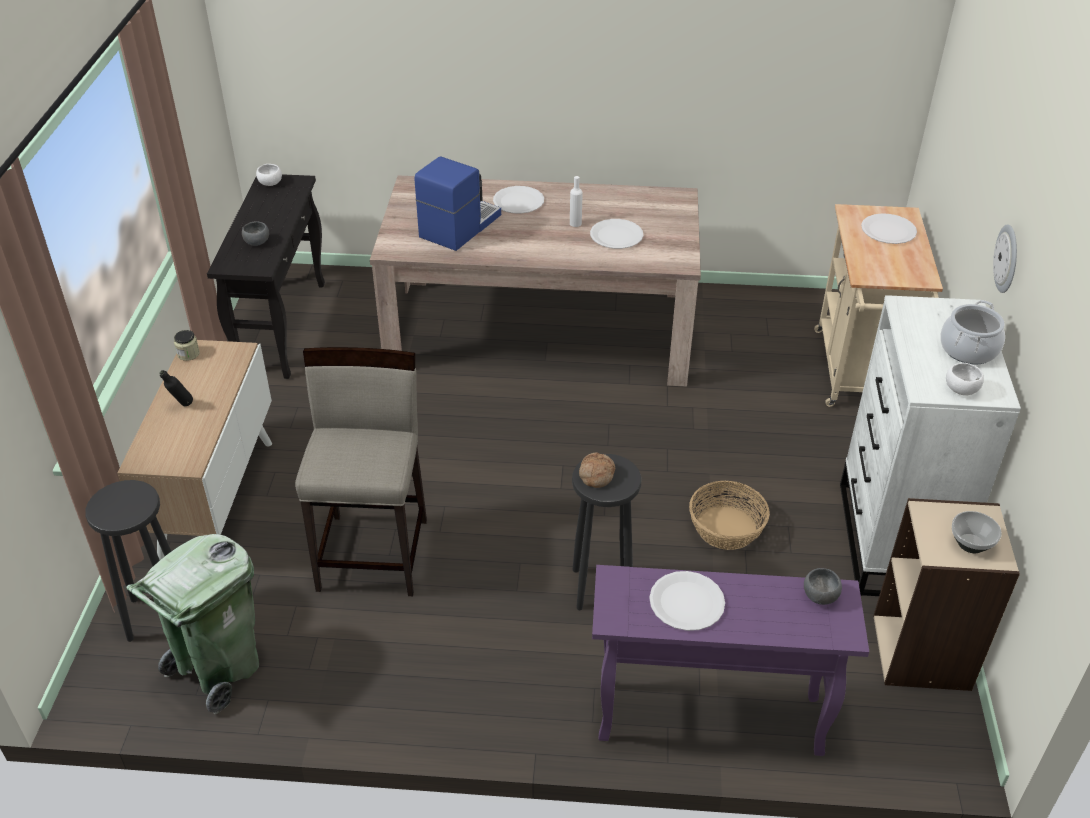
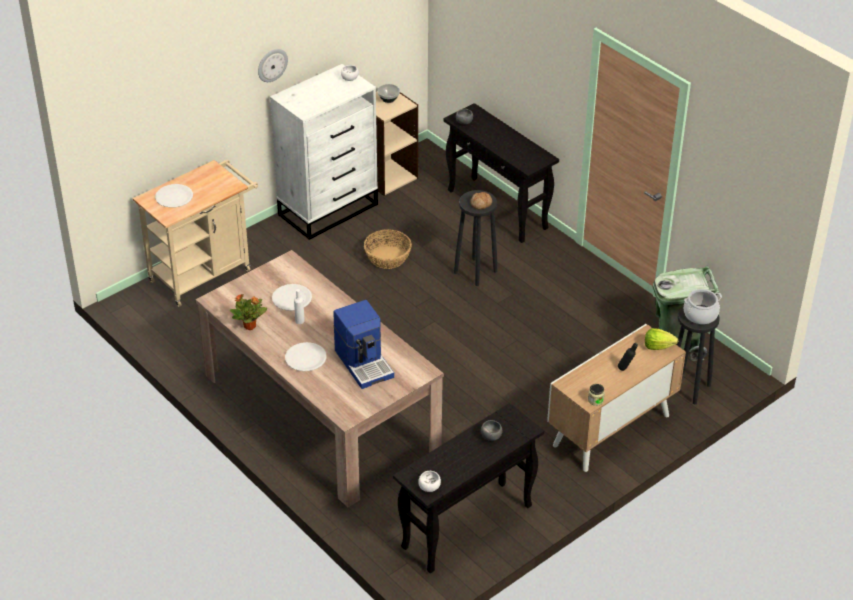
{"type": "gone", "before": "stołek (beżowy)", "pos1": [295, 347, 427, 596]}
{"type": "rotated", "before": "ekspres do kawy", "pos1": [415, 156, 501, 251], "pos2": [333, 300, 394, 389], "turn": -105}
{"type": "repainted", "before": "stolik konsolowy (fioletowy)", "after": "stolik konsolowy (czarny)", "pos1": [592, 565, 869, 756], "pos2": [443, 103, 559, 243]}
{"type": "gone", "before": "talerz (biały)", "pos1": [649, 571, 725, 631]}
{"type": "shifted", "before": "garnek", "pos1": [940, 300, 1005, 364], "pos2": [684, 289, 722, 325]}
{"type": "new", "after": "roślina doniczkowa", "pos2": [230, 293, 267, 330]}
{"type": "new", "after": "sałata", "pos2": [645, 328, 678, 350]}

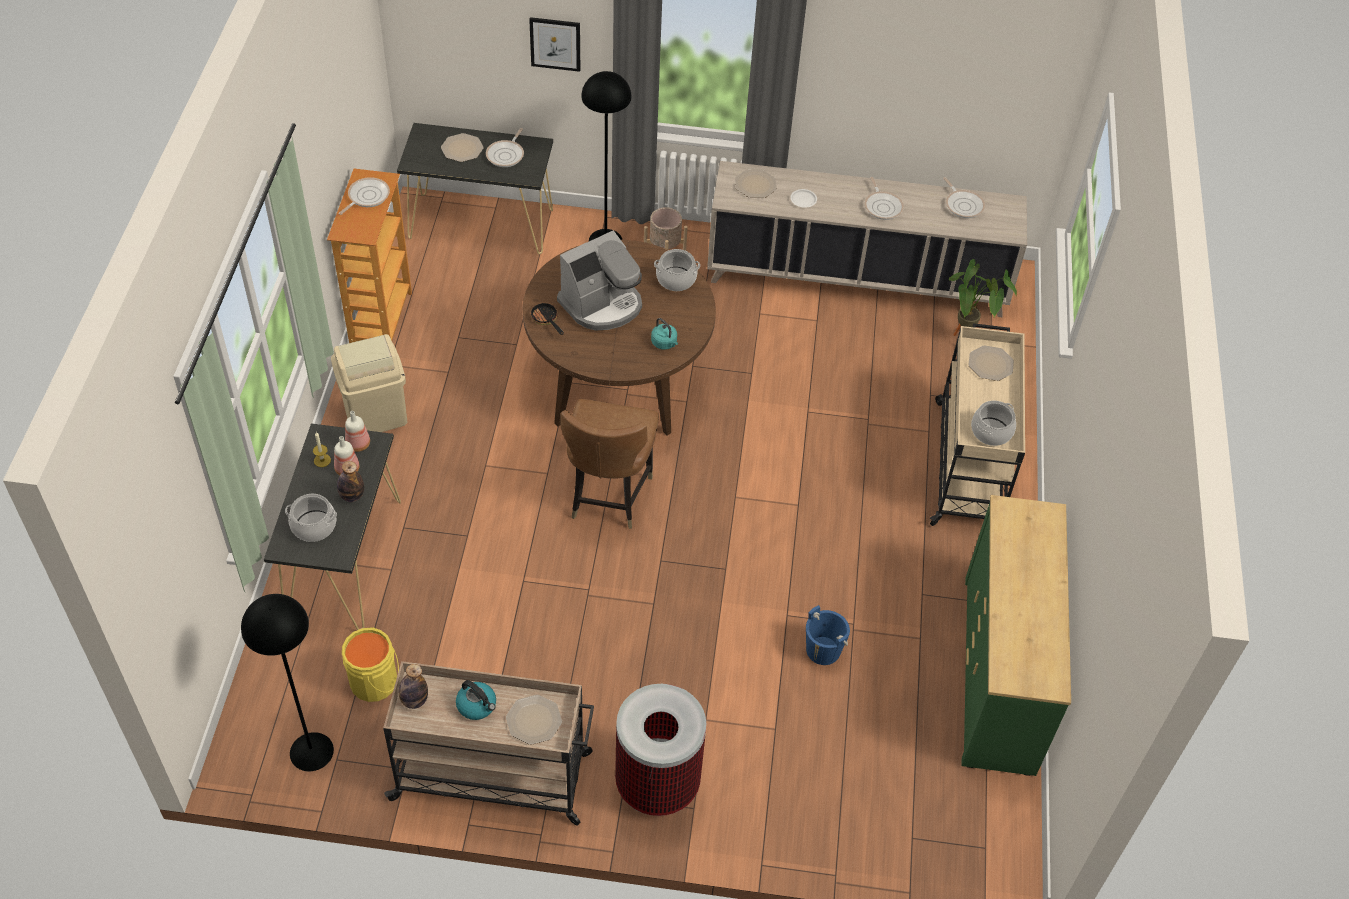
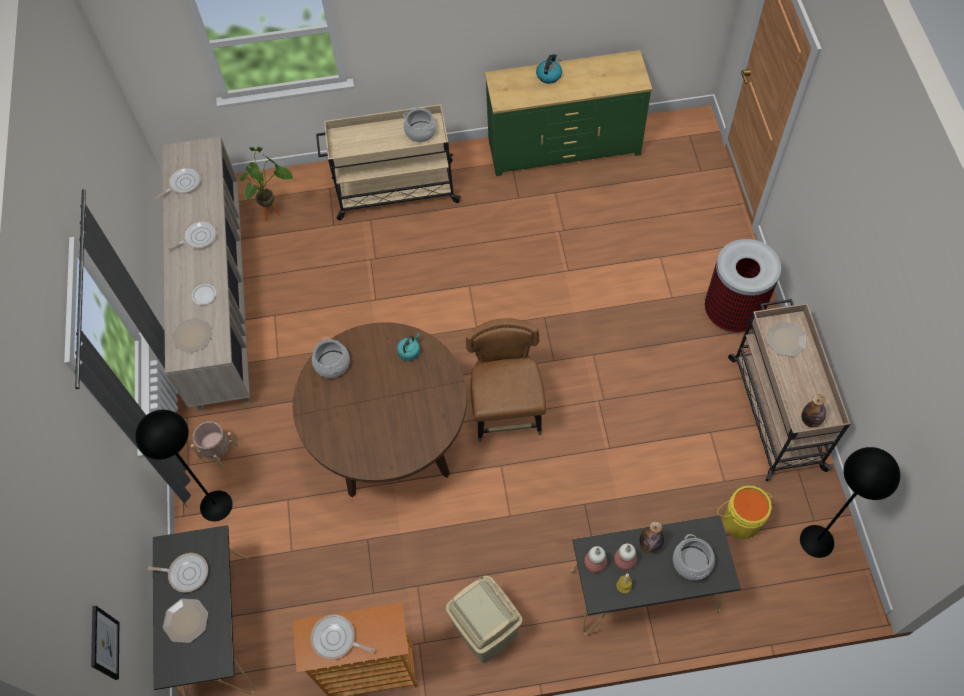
{"type": "shifted", "before": "czajnik", "pos1": [456, 680, 496, 720], "pos2": [536, 54, 562, 84]}
{"type": "shifted", "before": "obraz", "pos1": [529, 17, 580, 72], "pos2": [91, 606, 119, 680]}
{"type": "gone", "before": "patelnia", "pos1": [531, 303, 564, 335]}
{"type": "gone", "before": "ekspres do kawy", "pos1": [557, 230, 642, 330]}
{"type": "rotated", "before": "krzesło (brązowy)", "pos1": [560, 399, 659, 529], "pos2": [466, 318, 546, 442], "turn": -90}
{"type": "gone", "before": "wiadro (niebieski)", "pos1": [806, 605, 850, 665]}
{"type": "gone", "before": "talerz", "pos1": [968, 345, 1014, 381]}

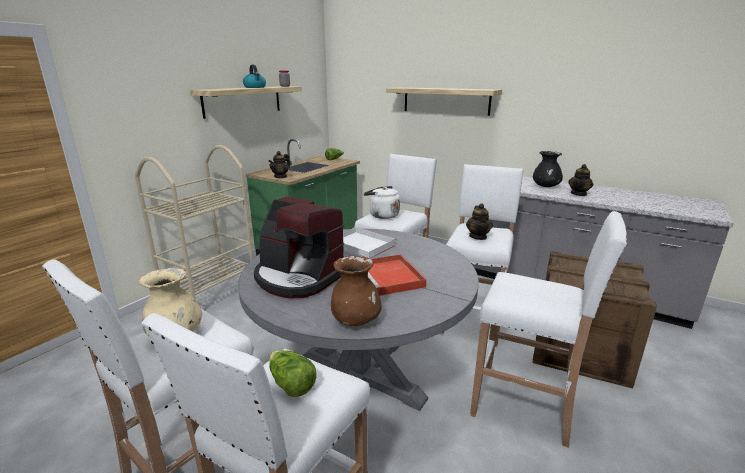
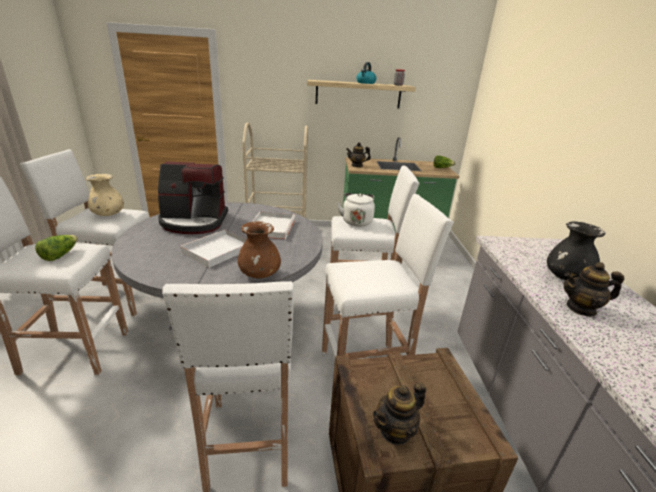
{"type": "rotated", "before": "ekspres do kawy", "pos1": [254, 197, 344, 298], "pos2": [158, 162, 228, 234], "turn": -90}
{"type": "shifted", "before": "wazon (brązowy)", "pos1": [331, 256, 382, 326], "pos2": [237, 221, 281, 278]}
{"type": "repainted", "before": "taca (czerwony)", "after": "taca (biały)", "pos1": [368, 254, 427, 296], "pos2": [180, 229, 247, 268]}
{"type": "gone", "before": "półka", "pos1": [386, 87, 502, 116]}
{"type": "shifted", "before": "imbryk", "pos1": [466, 203, 493, 240], "pos2": [373, 382, 426, 446]}

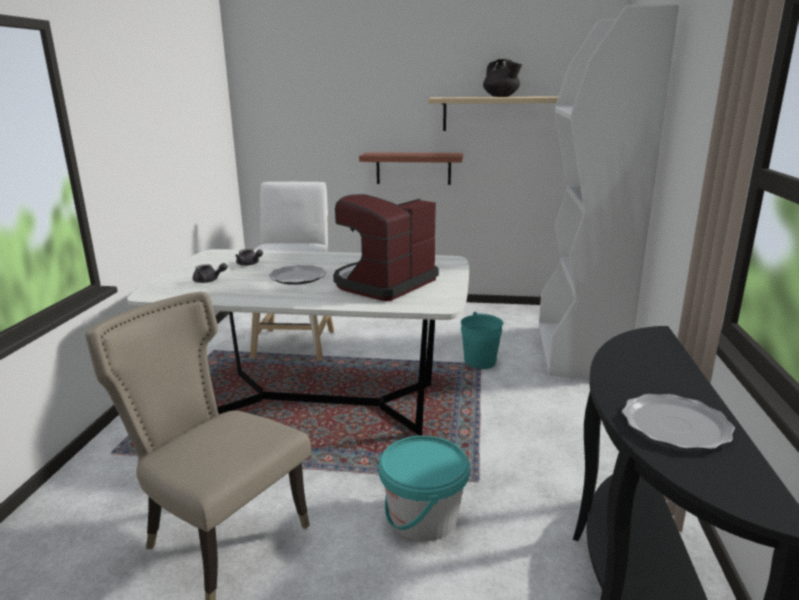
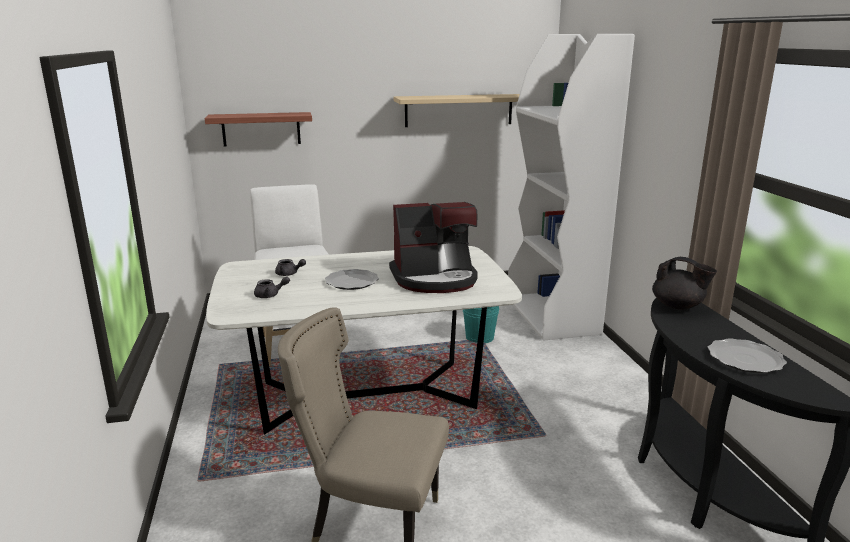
{"type": "rotated", "before": "ekspres do kawy", "pos1": [333, 194, 439, 301], "pos2": [389, 202, 478, 293], "turn": -120}
{"type": "shifted", "before": "półka", "pos1": [359, 152, 463, 185], "pos2": [205, 112, 312, 147]}
{"type": "gone", "before": "wiadro (turkusowy)", "pos1": [379, 436, 470, 541]}
{"type": "shifted", "before": "imbryk (czarny)", "pos1": [483, 59, 522, 97], "pos2": [652, 257, 717, 310]}

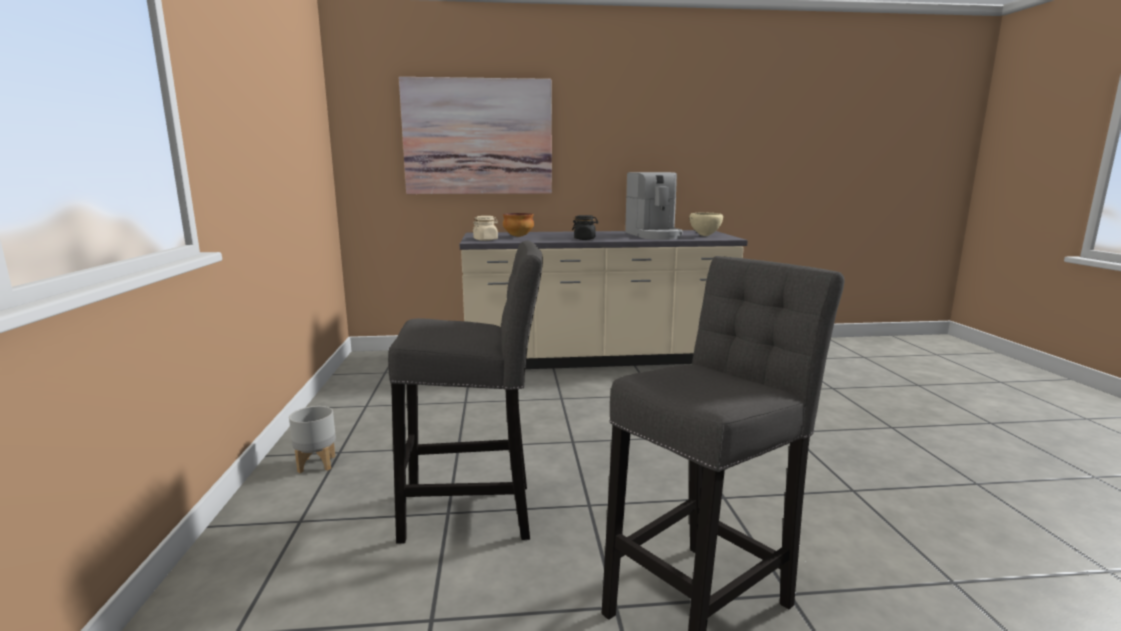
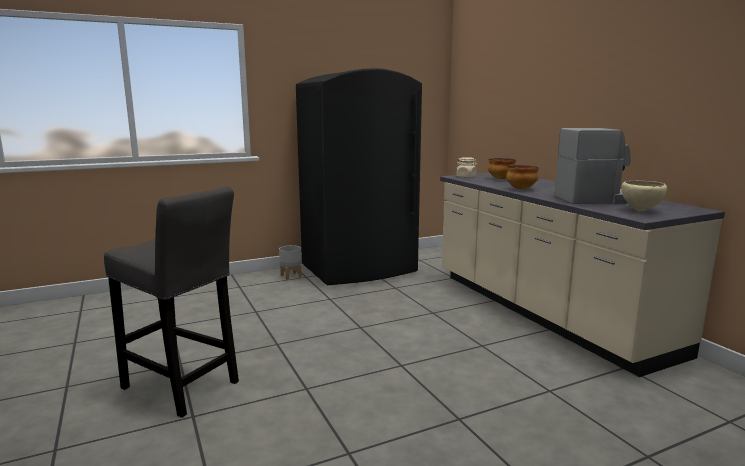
{"type": "gone", "before": "stołek (szary)", "pos1": [388, 241, 543, 544]}
{"type": "gone", "before": "obraz", "pos1": [399, 77, 552, 194]}
{"type": "swapped", "before": "słoik (czarny)", "after": "miska", "pos1": [572, 215, 598, 240], "pos2": [506, 165, 539, 190]}
{"type": "rotated", "before": "ekspres do kawy", "pos1": [625, 172, 683, 240], "pos2": [554, 128, 630, 204], "turn": -150}
{"type": "new", "after": "lodówka (czarny)", "pos2": [296, 68, 422, 285]}

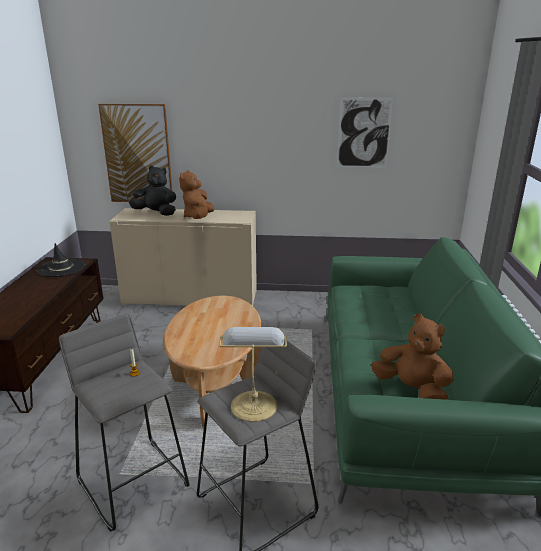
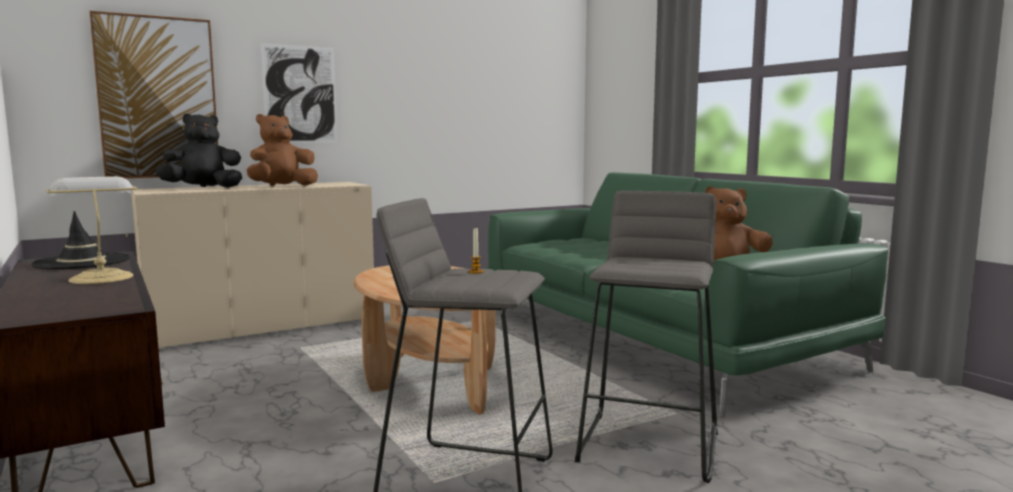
{"type": "rotated", "before": "pluszak (brązowy)", "pos1": [179, 170, 214, 219], "pos2": [246, 114, 318, 186], "turn": 75}
{"type": "shifted", "before": "lampa stołowa", "pos1": [219, 327, 287, 422], "pos2": [46, 176, 138, 284]}
{"type": "shifted", "before": "obraz", "pos1": [337, 98, 393, 168], "pos2": [261, 43, 337, 143]}

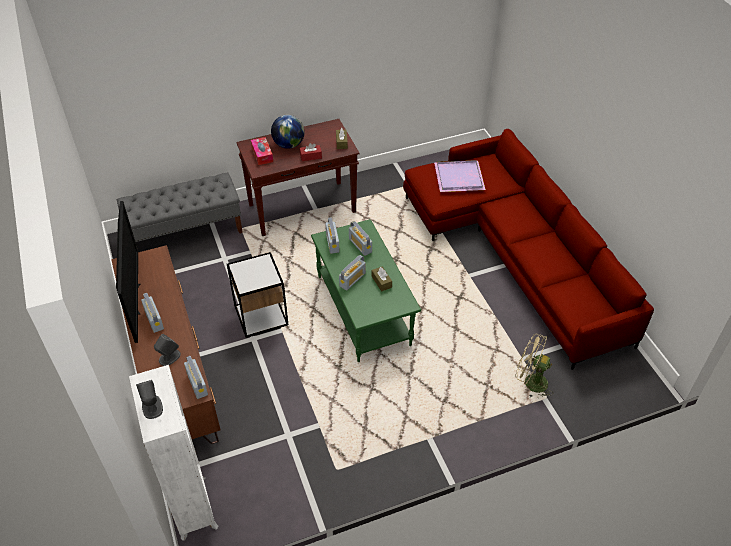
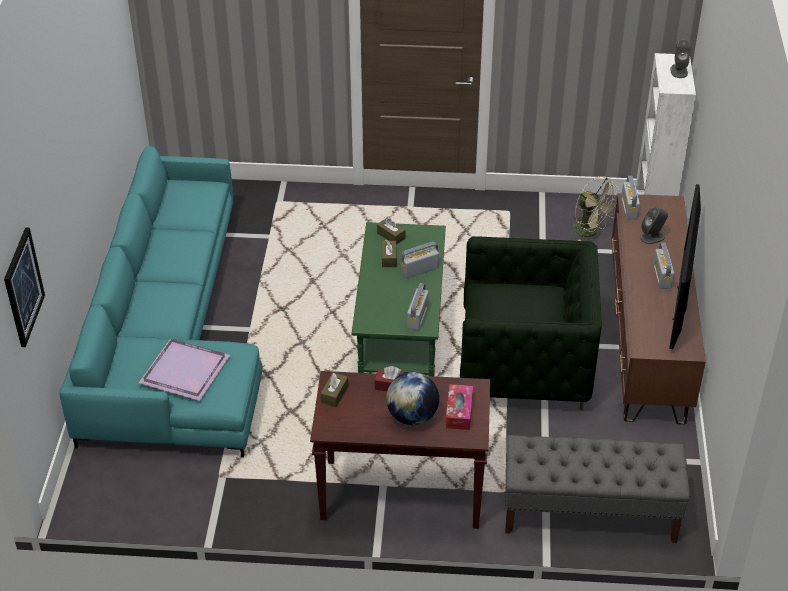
{"type": "swapped", "before": "stolik", "after": "fotel (zielony)", "pos1": [227, 252, 289, 338], "pos2": [460, 236, 602, 410]}
{"type": "gone", "before": "radio", "pos1": [349, 221, 372, 256]}
{"type": "repainted", "before": "kanapa (czerwony)", "after": "kanapa (turkusowy)", "pos1": [403, 129, 654, 370], "pos2": [59, 146, 262, 458]}
{"type": "shifted", "before": "wentylator (beżowy)", "pos1": [515, 334, 553, 399], "pos2": [573, 176, 620, 241]}
{"type": "new", "after": "obraz", "pos2": [4, 227, 45, 347]}
{"type": "new", "after": "pudełko chusteczek (brązowy)", "pos2": [377, 218, 406, 245]}

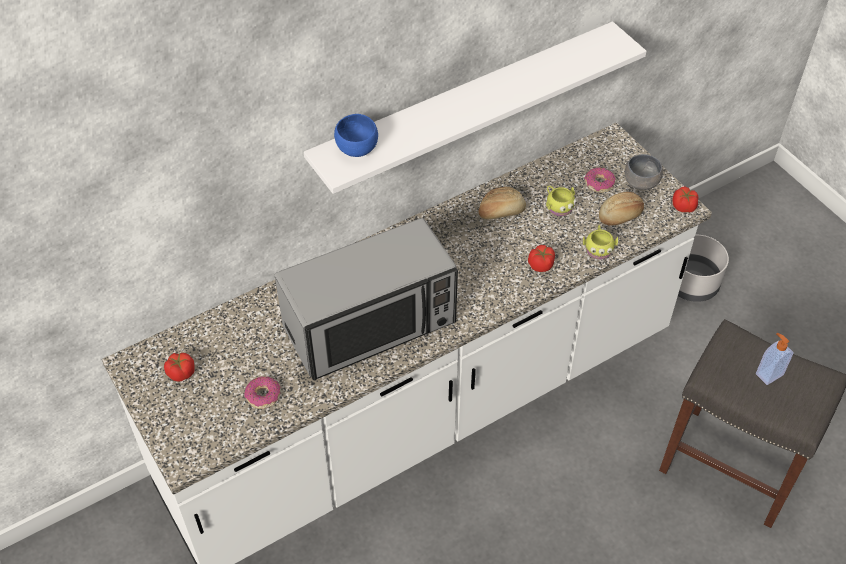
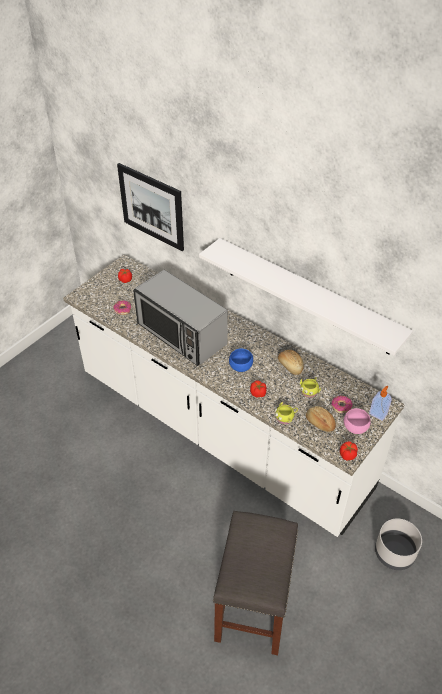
{"type": "shifted", "before": "miska (niebieski)", "pos1": [334, 114, 378, 157], "pos2": [229, 349, 253, 372]}
{"type": "repainted", "before": "miska (szary)", "after": "miska (różowy)", "pos1": [625, 154, 663, 190], "pos2": [344, 408, 371, 434]}
{"type": "shifted", "before": "dozownik mydła", "pos1": [756, 333, 794, 385], "pos2": [369, 386, 392, 421]}
{"type": "new", "after": "obraz", "pos2": [117, 163, 184, 251]}

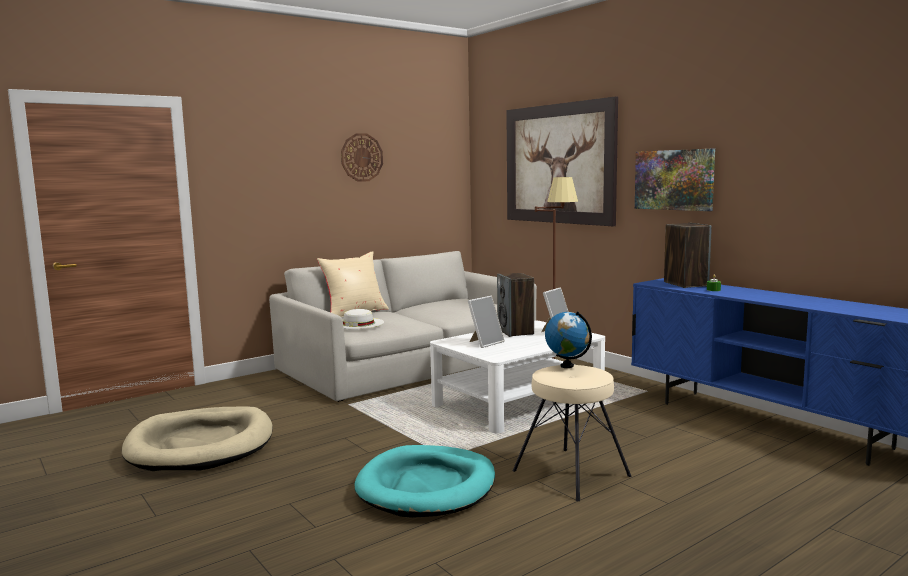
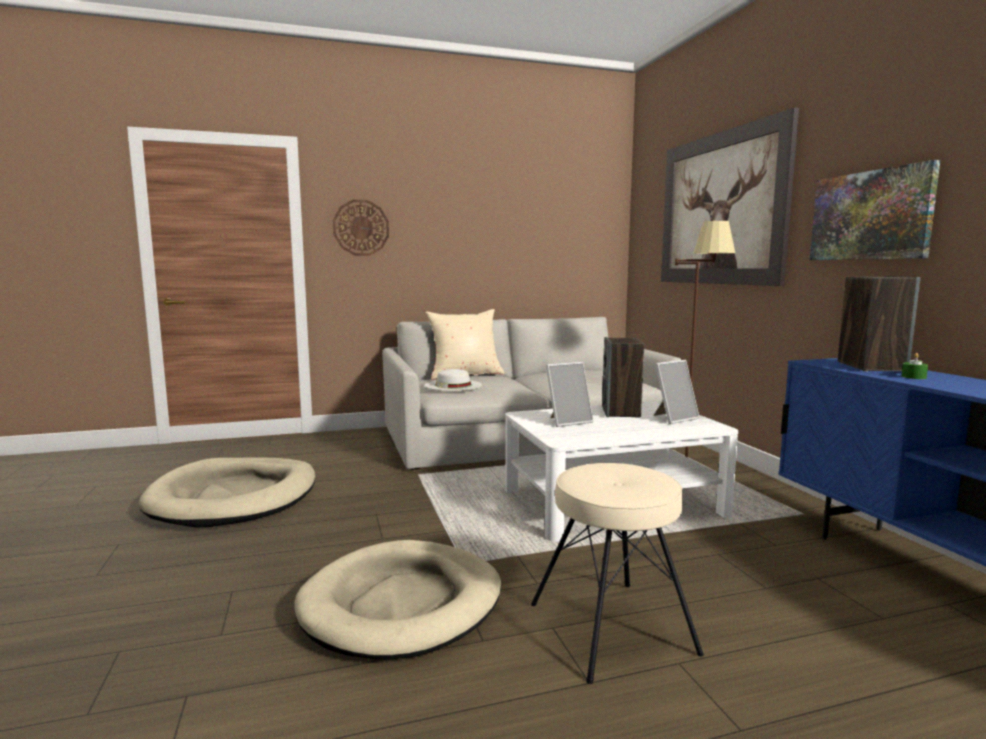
{"type": "shifted", "before": "zegar ścienny", "pos1": [341, 133, 383, 182], "pos2": [333, 200, 389, 256]}
{"type": "repainted", "before": "legowisko (turkusowy)", "after": "legowisko (beżowy)", "pos1": [355, 445, 495, 518], "pos2": [294, 540, 501, 659]}
{"type": "gone", "before": "globus", "pos1": [545, 311, 592, 368]}

